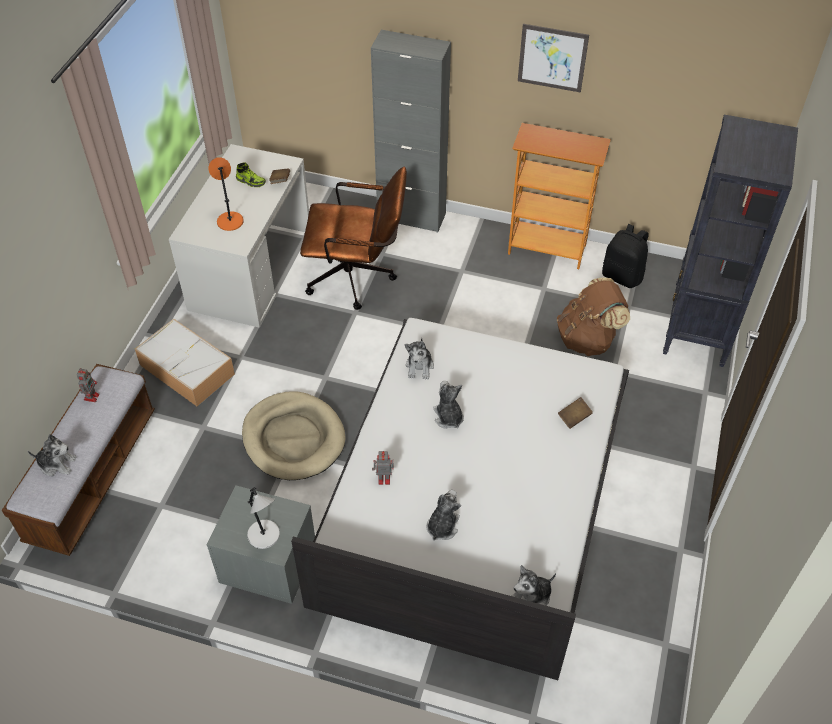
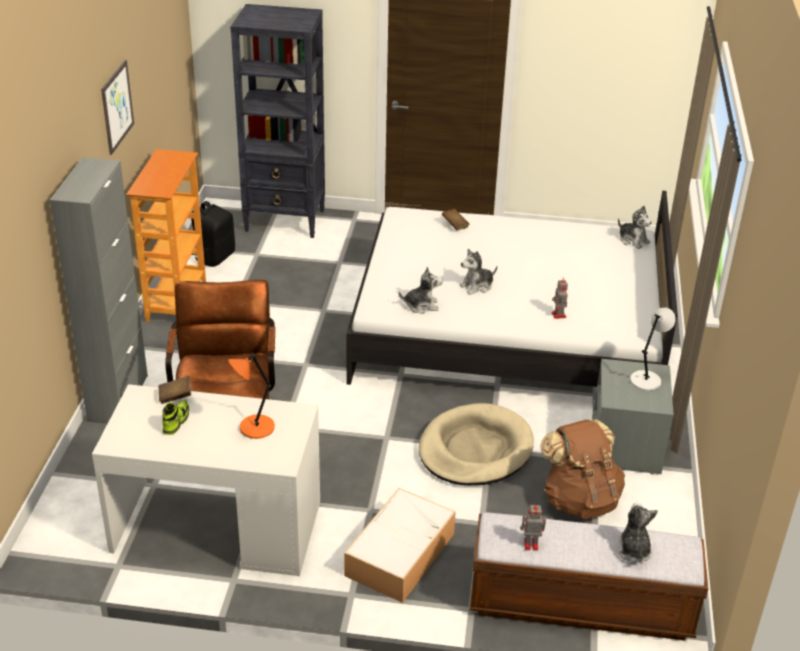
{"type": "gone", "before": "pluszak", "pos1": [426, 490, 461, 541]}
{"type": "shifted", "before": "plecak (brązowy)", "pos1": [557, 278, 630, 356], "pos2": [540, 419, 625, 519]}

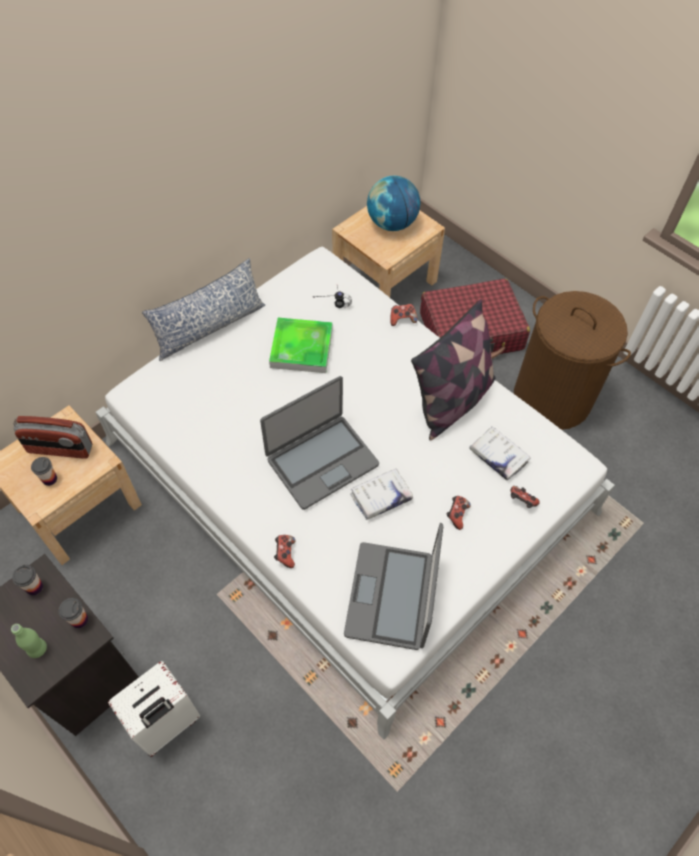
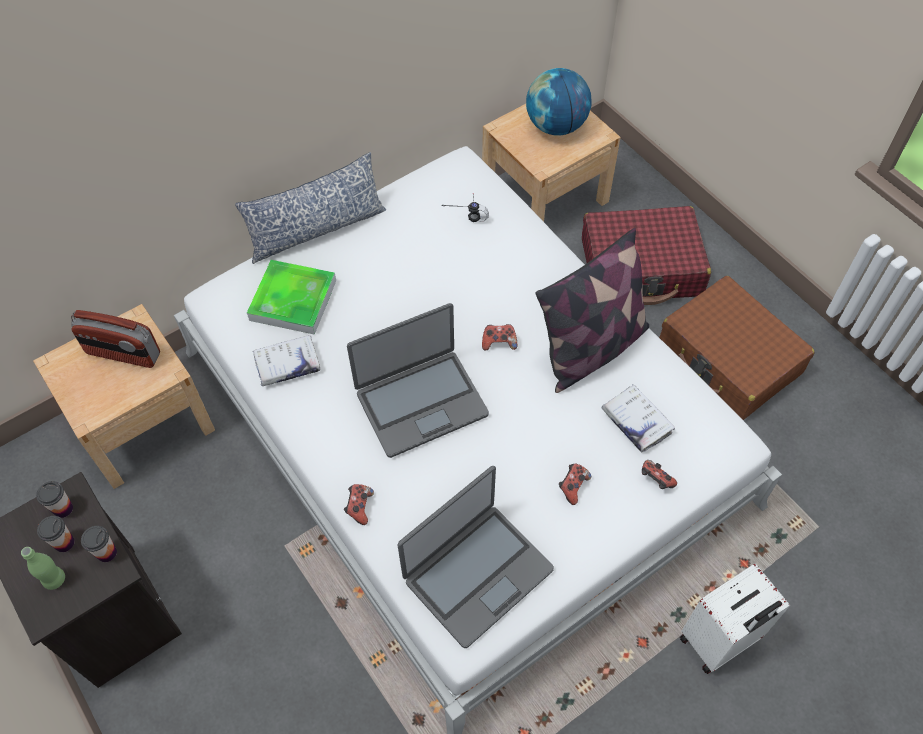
{"type": "shifted", "before": "filiżanka", "pos1": [31, 457, 57, 486], "pos2": [37, 516, 74, 552]}
{"type": "shifted", "before": "walizka (biały)", "pos1": [108, 661, 200, 757], "pos2": [680, 564, 790, 674]}
{"type": "shifted", "before": "taca", "pos1": [269, 318, 333, 373], "pos2": [247, 260, 336, 335]}
{"type": "rotated", "before": "laptop", "pos1": [344, 523, 443, 650], "pos2": [397, 466, 554, 648], "turn": -150}
{"type": "shifted", "before": "książka (biały)", "pos1": [350, 469, 413, 520], "pos2": [252, 335, 320, 386]}
{"type": "shifted", "before": "pad do gier", "pos1": [390, 304, 417, 326], "pos2": [482, 324, 517, 351]}
{"type": "swapped", "before": "kosz na pranie (brązowy)", "after": "walizka (brązowy)", "pos1": [514, 291, 631, 430], "pos2": [659, 276, 815, 420]}

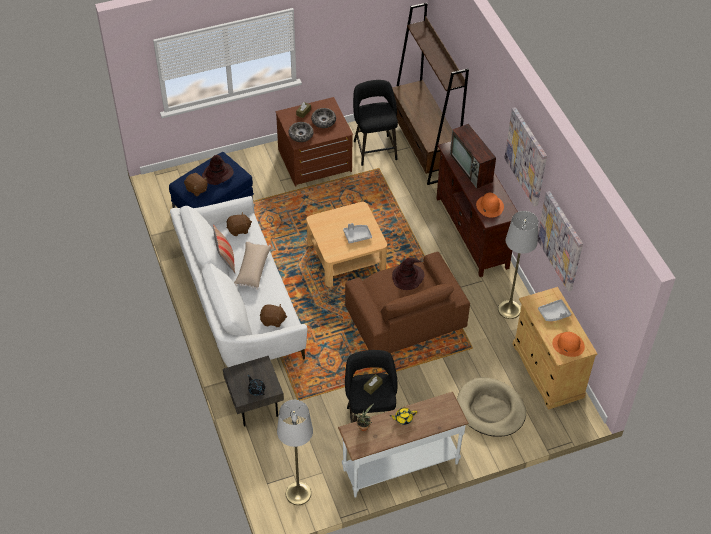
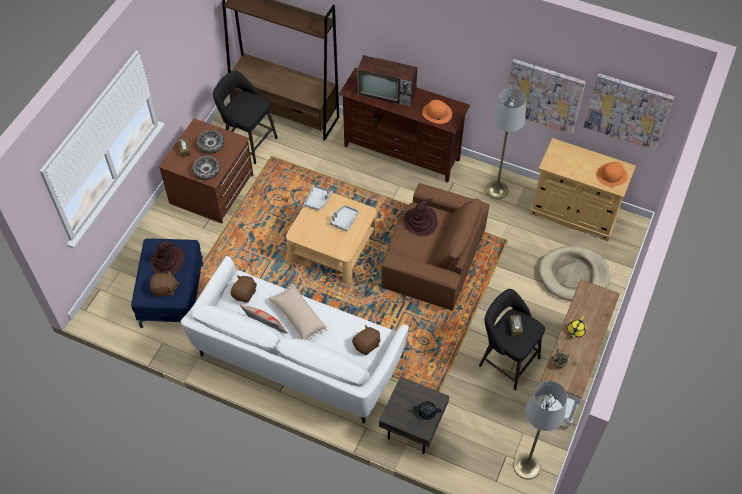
{"type": "shifted", "before": "obraz", "pos1": [504, 107, 547, 206], "pos2": [584, 73, 674, 150]}
{"type": "shifted", "before": "taca (szary)", "pos1": [538, 299, 571, 321], "pos2": [304, 185, 332, 211]}

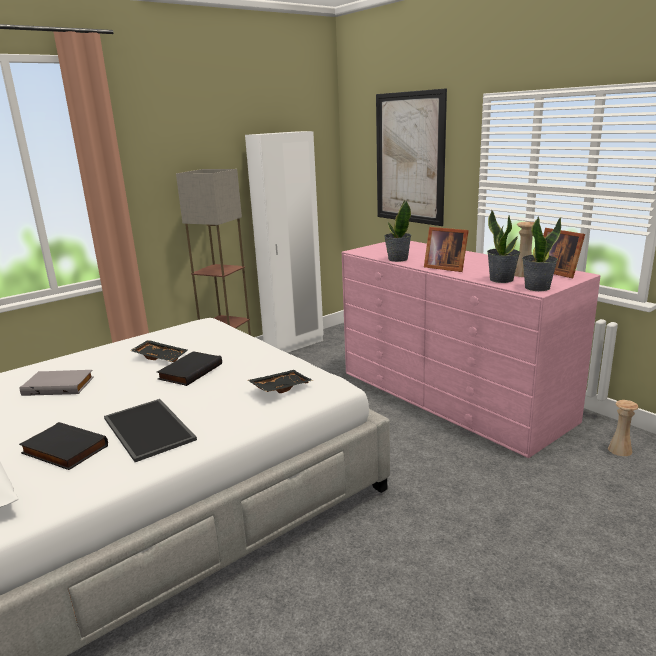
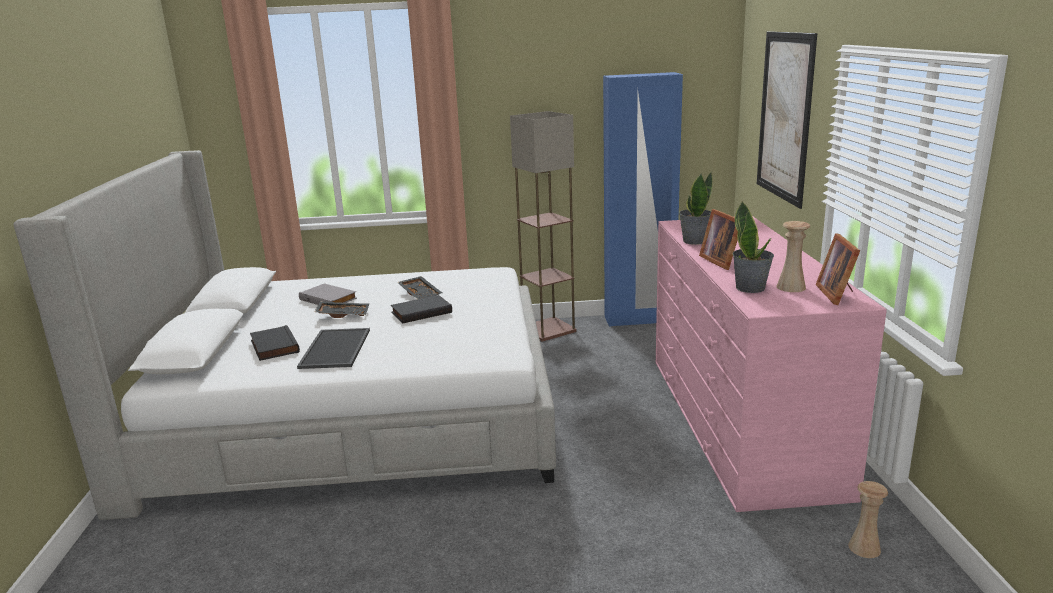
{"type": "repainted", "before": "szafa (biały)", "after": "szafa (niebieski)", "pos1": [245, 131, 324, 353], "pos2": [603, 72, 683, 327]}
{"type": "shifted", "before": "taca (czarny)", "pos1": [248, 370, 313, 393], "pos2": [315, 301, 369, 318]}
{"type": "gone", "before": "roślina doniczkowa", "pos1": [522, 217, 561, 291]}

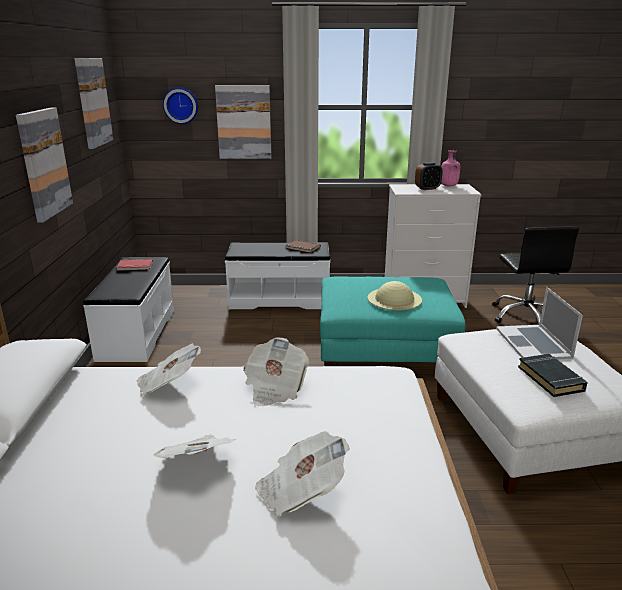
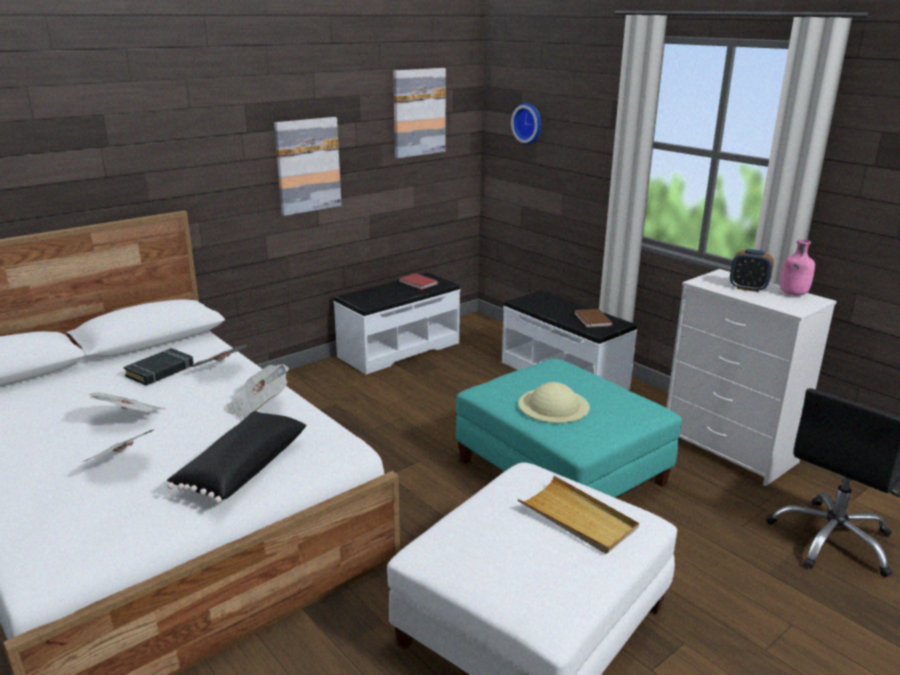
{"type": "gone", "before": "obraz", "pos1": [215, 85, 272, 159]}
{"type": "swapped", "before": "laptop", "after": "taca (beżowy)", "pos1": [496, 287, 583, 359], "pos2": [518, 476, 639, 554]}
{"type": "shifted", "before": "książka (czarny)", "pos1": [518, 354, 588, 397], "pos2": [124, 348, 194, 386]}
{"type": "new", "after": "poduszka (czarny)", "pos2": [167, 411, 307, 503]}

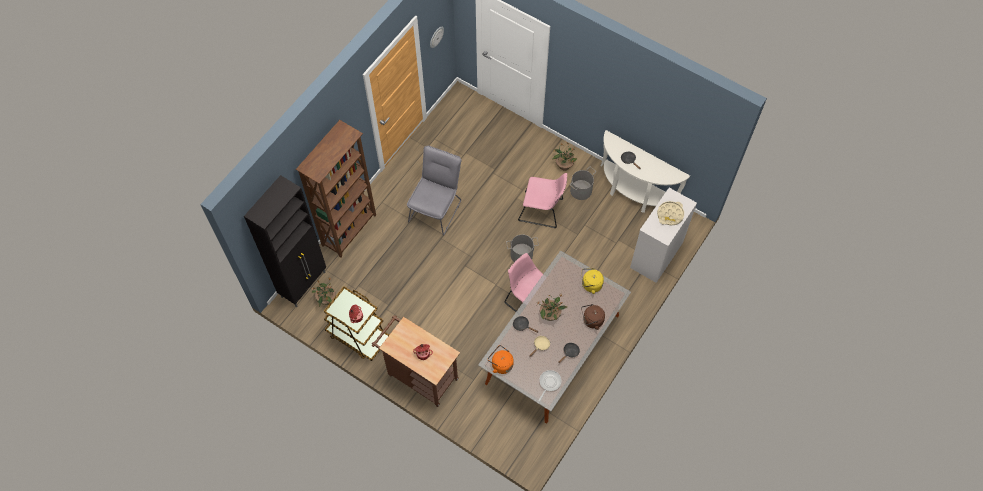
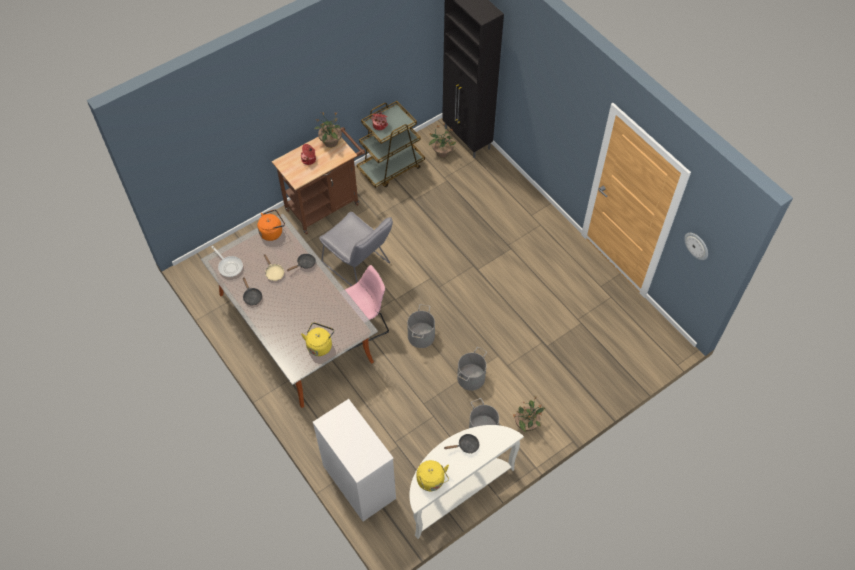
{"type": "gone", "before": "regał (brązowy)", "pos1": [296, 120, 376, 258]}
{"type": "shifted", "before": "krzesło (szary)", "pos1": [407, 146, 462, 236], "pos2": [319, 212, 393, 286]}
{"type": "swapped", "before": "krzesło (różowy)", "after": "wiadro (szary)", "pos1": [518, 173, 567, 228], "pos2": [457, 347, 487, 391]}
{"type": "shifted", "before": "roślina doniczkowa", "pos1": [537, 294, 567, 321], "pos2": [314, 112, 342, 147]}
{"type": "gone", "before": "czajnik (brązowy)", "pos1": [581, 304, 605, 330]}
{"type": "gone", "before": "taca (beżowy)", "pos1": [657, 201, 684, 225]}
{"type": "new", "after": "czajnik (żółty)", "pos2": [417, 460, 449, 491]}

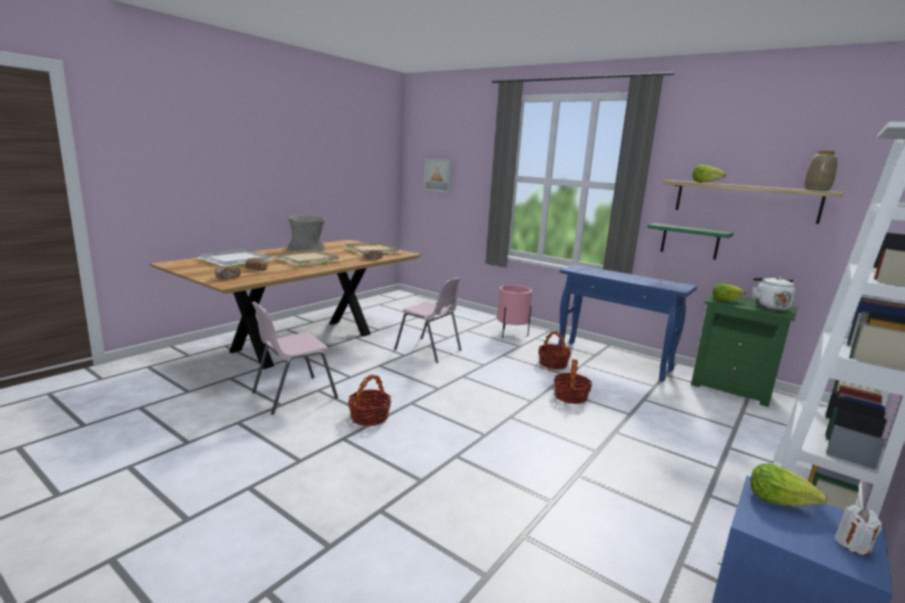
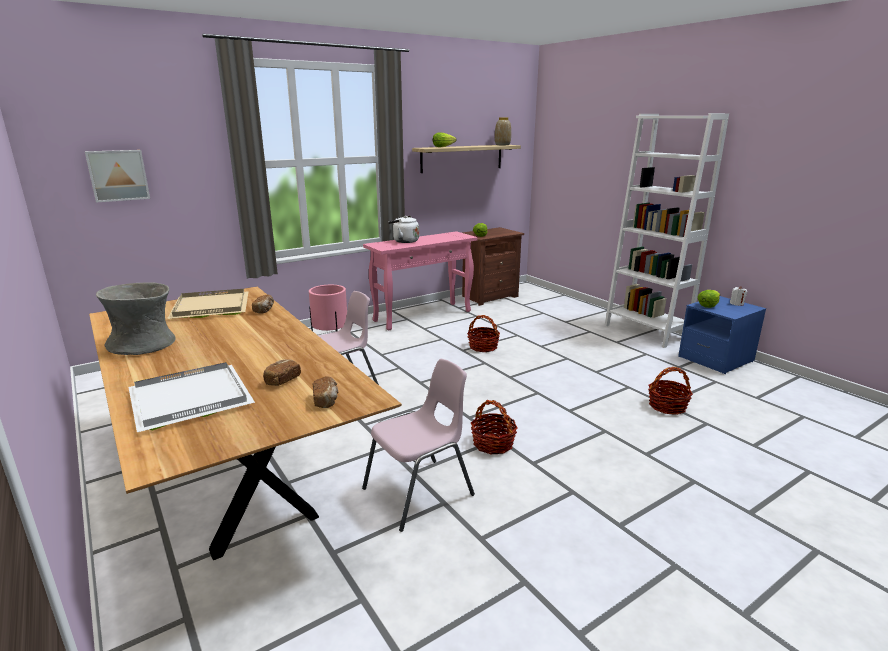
{"type": "rotated", "before": "krzesło (różowy)", "pos1": [252, 302, 338, 415], "pos2": [362, 359, 475, 532], "turn": -105}
{"type": "gone", "before": "taca (beżowy)", "pos1": [271, 249, 342, 267]}
{"type": "shifted", "before": "koszyk", "pos1": [538, 331, 571, 370], "pos2": [648, 367, 693, 415]}
{"type": "repainted", "before": "stolik konsolowy (niebieski)", "after": "stolik konsolowy (różowy)", "pos1": [558, 264, 697, 381], "pos2": [363, 231, 478, 331]}
{"type": "gone", "before": "półka (zielony)", "pos1": [647, 223, 734, 260]}
{"type": "repainted", "before": "szafka nocna (zielony)", "after": "szafka nocna (brązowy)", "pos1": [691, 294, 798, 407], "pos2": [462, 227, 524, 306]}
{"type": "shifted", "before": "czajnik (biały)", "pos1": [753, 277, 796, 311], "pos2": [388, 216, 419, 243]}

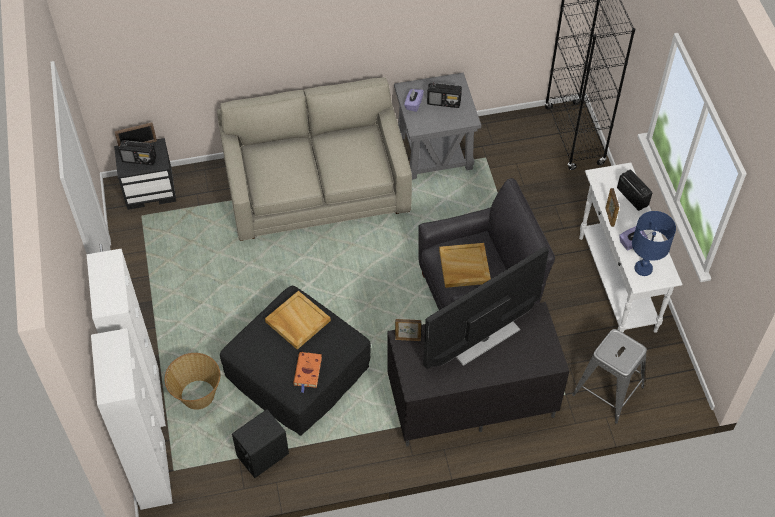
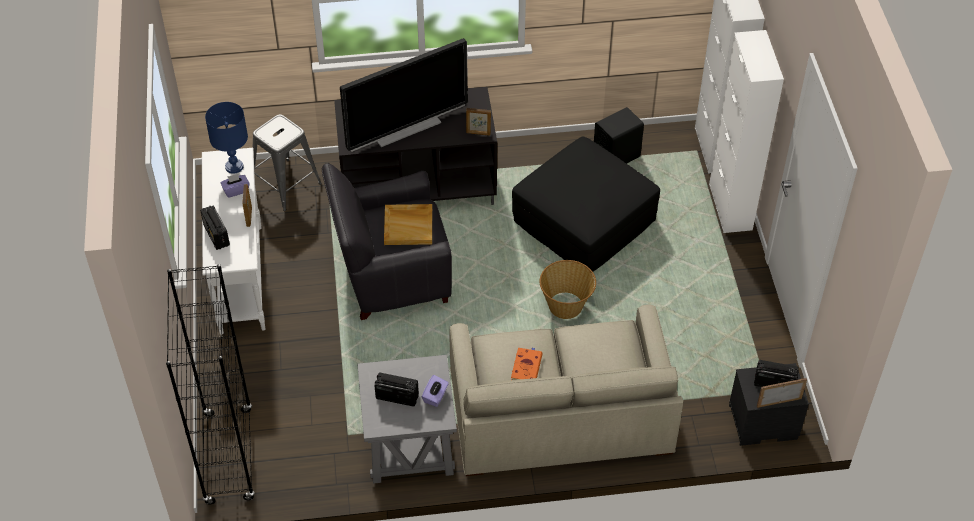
{"type": "shifted", "before": "koszyk", "pos1": [165, 353, 220, 410], "pos2": [540, 260, 596, 319]}
{"type": "gone", "before": "taca (beżowy)", "pos1": [265, 291, 331, 350]}
{"type": "shifted", "before": "książka (pomarańczowy)", "pos1": [293, 352, 322, 393], "pos2": [511, 348, 543, 380]}

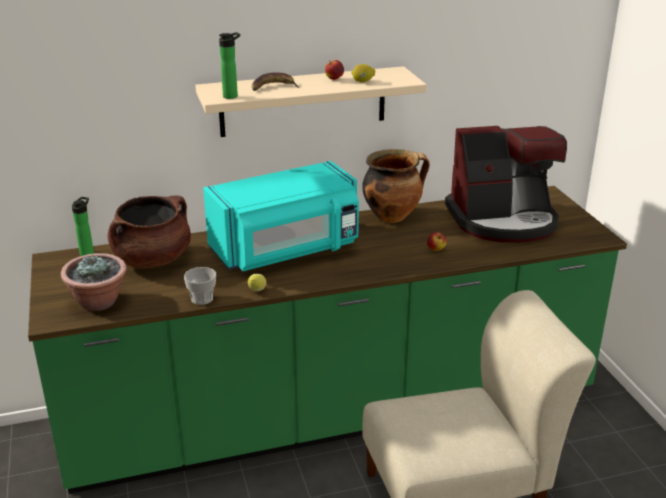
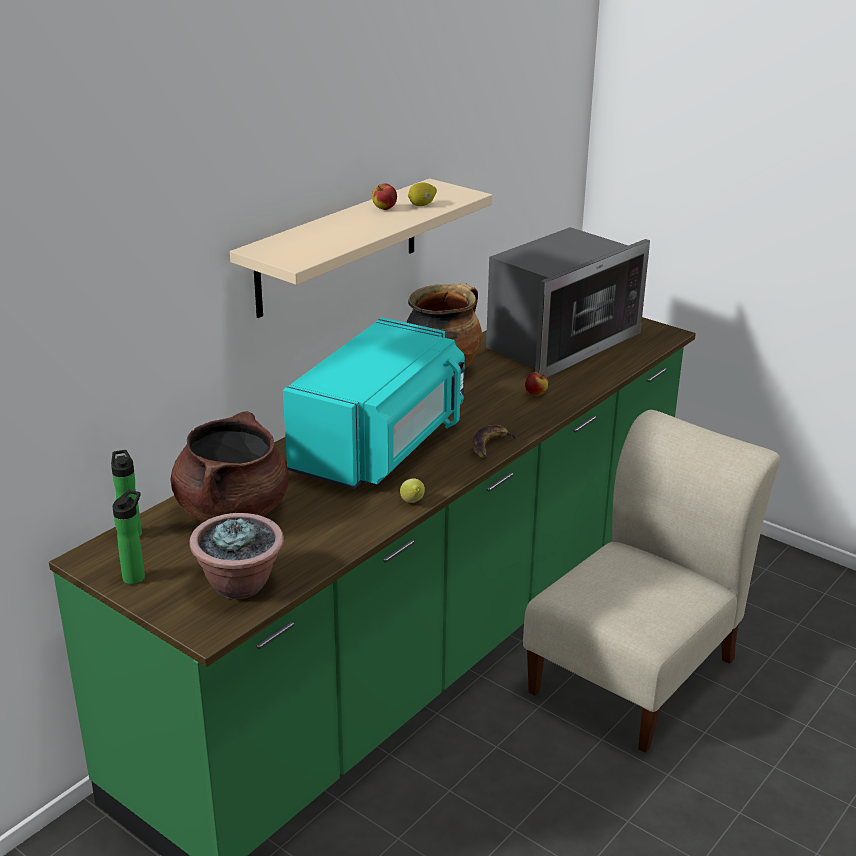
{"type": "gone", "before": "filiżanka", "pos1": [184, 267, 216, 305]}
{"type": "shifted", "before": "butelka", "pos1": [219, 32, 240, 99], "pos2": [112, 490, 145, 585]}
{"type": "shifted", "before": "banan", "pos1": [252, 72, 299, 91], "pos2": [473, 425, 520, 460]}
{"type": "swapped", "before": "ekspres do kawy", "after": "mikrofalówka", "pos1": [445, 126, 567, 243], "pos2": [486, 227, 650, 378]}

